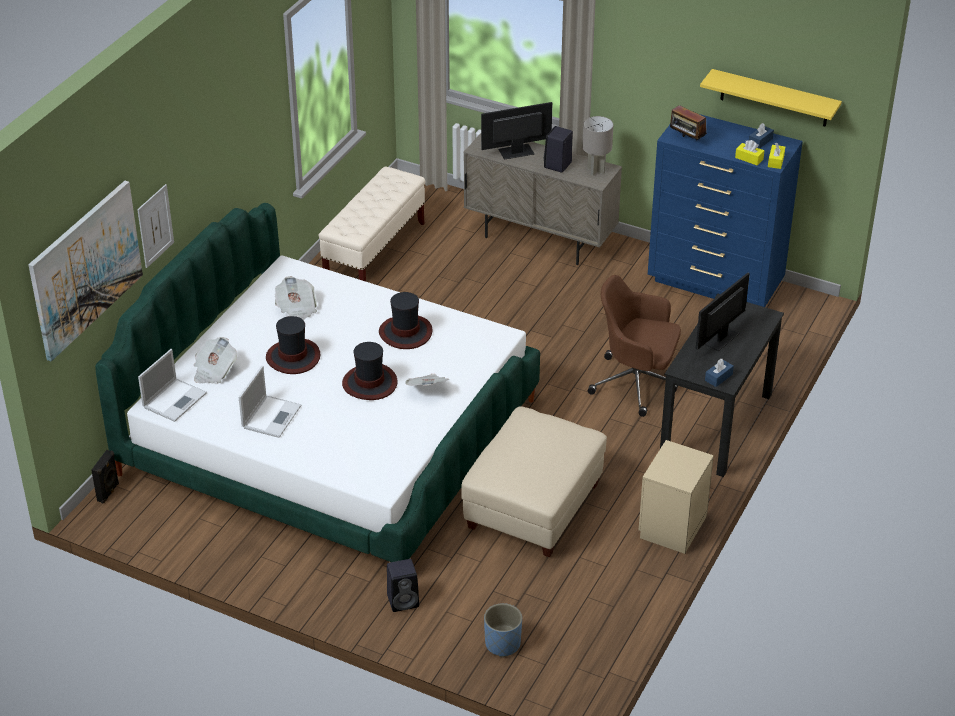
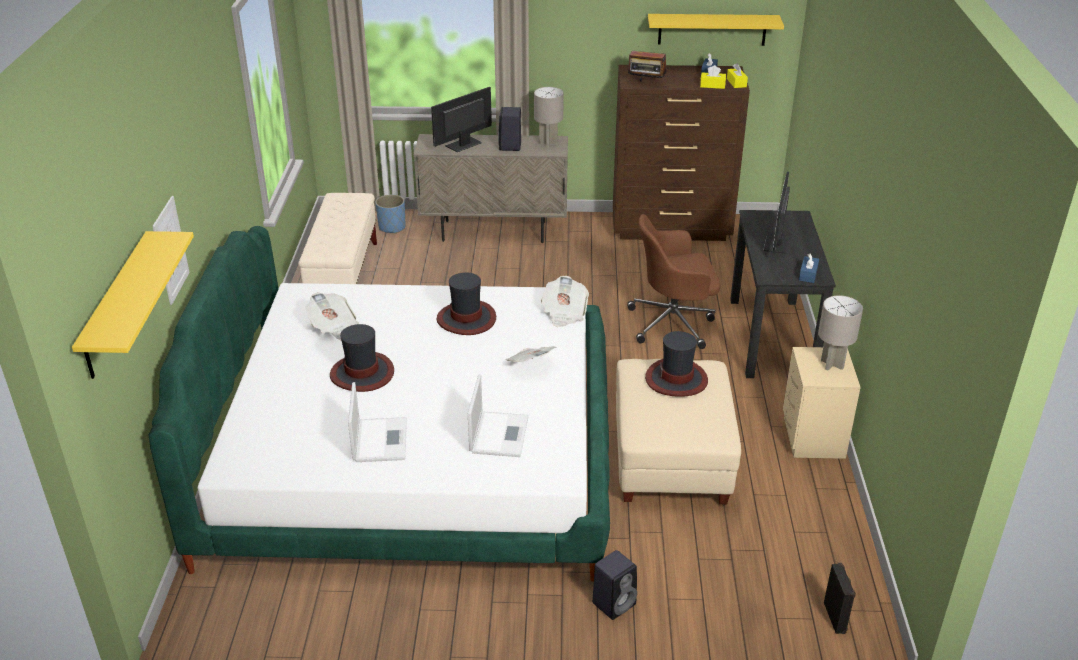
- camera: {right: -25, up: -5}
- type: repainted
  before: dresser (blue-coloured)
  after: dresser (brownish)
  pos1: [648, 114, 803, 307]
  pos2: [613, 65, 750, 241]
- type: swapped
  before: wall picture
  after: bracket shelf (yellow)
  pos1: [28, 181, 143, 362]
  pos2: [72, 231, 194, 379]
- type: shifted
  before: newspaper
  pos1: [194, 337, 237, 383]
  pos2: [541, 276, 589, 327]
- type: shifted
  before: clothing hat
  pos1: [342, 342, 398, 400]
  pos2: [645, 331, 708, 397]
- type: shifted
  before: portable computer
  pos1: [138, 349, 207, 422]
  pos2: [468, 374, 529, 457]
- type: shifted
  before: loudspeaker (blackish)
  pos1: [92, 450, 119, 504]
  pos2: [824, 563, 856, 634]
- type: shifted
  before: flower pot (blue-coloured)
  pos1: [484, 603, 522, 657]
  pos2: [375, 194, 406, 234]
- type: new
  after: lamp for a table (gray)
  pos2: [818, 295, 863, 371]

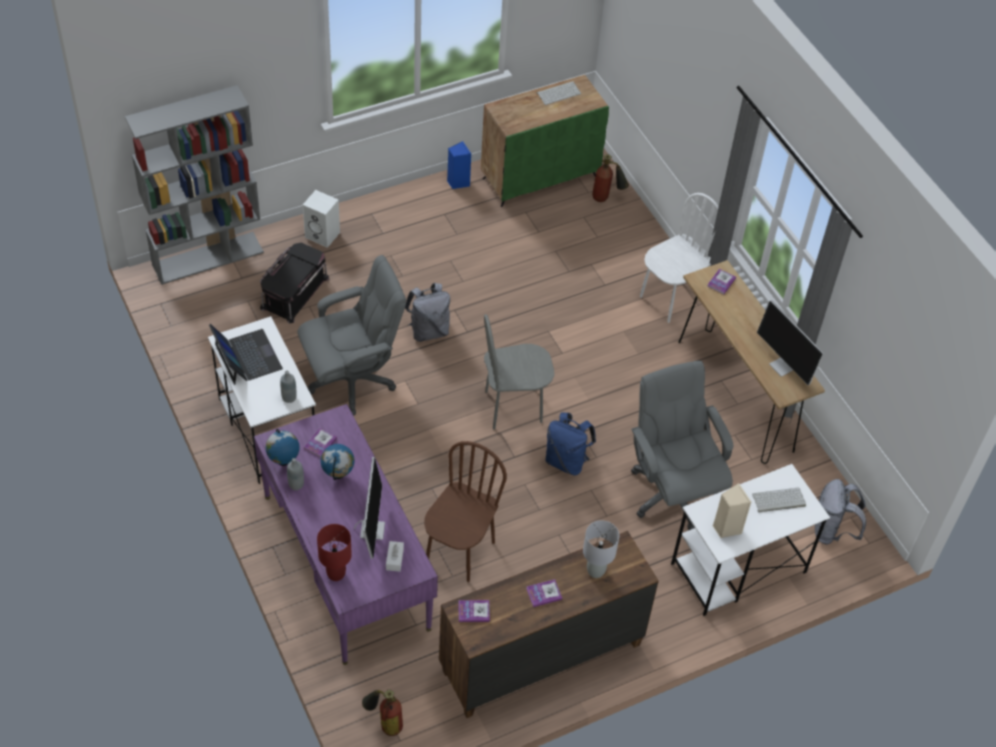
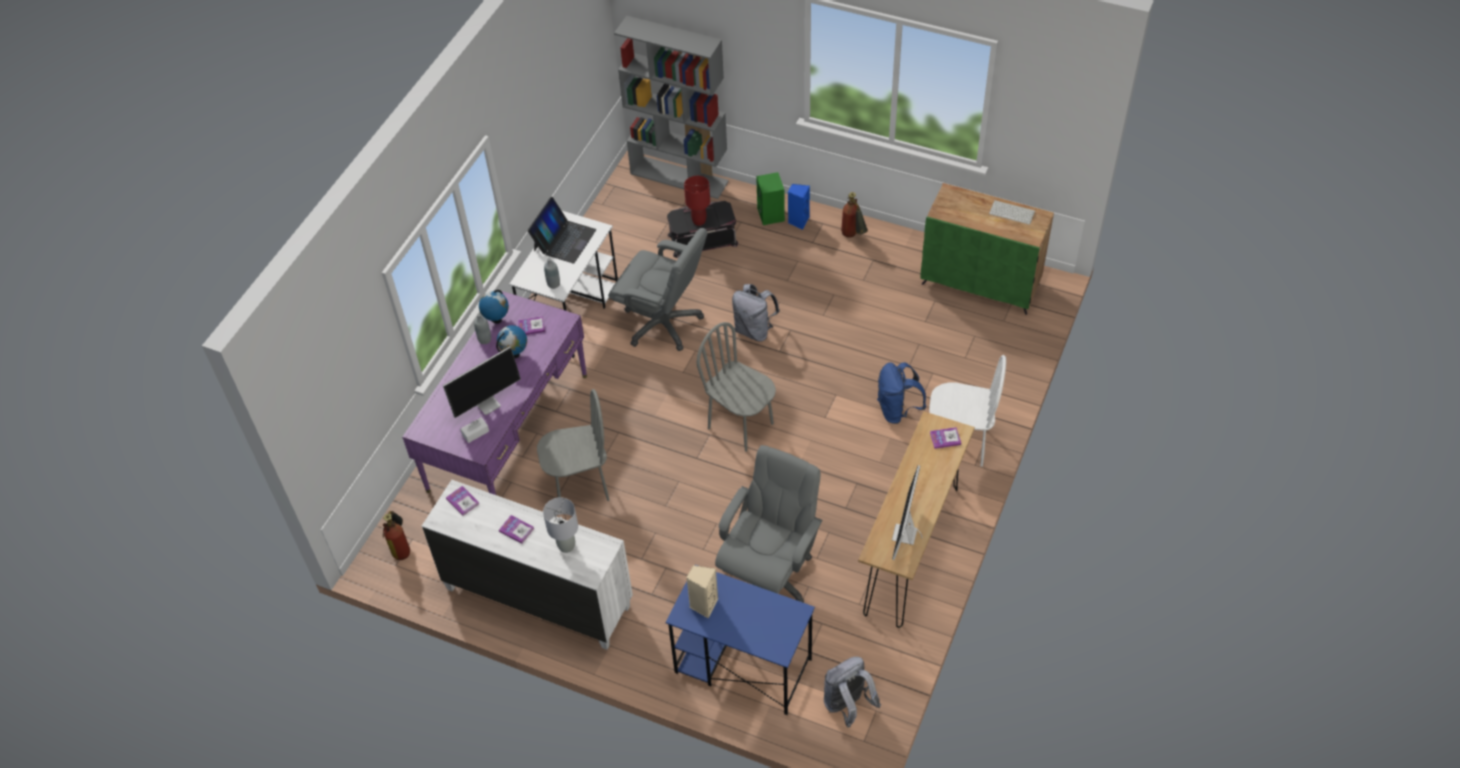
- camera: {right: 55, up: 0}
- type: shifted
  before: loudspeaker (blue-coloured)
  pos1: [447, 141, 471, 189]
  pos2: [788, 184, 810, 230]
- type: shifted
  before: fire extinguisher
  pos1: [592, 154, 629, 202]
  pos2: [841, 192, 868, 238]
- type: repainted
  before: loudspeaker (whitish)
  after: loudspeaker (green-coloured)
  pos1: [303, 190, 340, 248]
  pos2: [756, 172, 785, 225]
- type: shifted
  before: rucksack (blue-coloured)
  pos1: [545, 412, 596, 475]
  pos2: [877, 362, 926, 424]
- type: repainted
  before: chair (brownish)
  after: chair (gray)
  pos1: [424, 441, 507, 582]
  pos2: [537, 389, 609, 501]
- type: repainted
  before: desk (whitish)
  after: desk (blue-coloured)
  pos1: [671, 464, 830, 616]
  pos2: [666, 565, 815, 715]
- type: gone
  before: PC keyboard
  pos1: [752, 487, 806, 512]
- type: shifted
  before: lamp for a table (reddish)
  pos1: [317, 524, 352, 581]
  pos2: [684, 176, 710, 226]
- type: repainted
  before: dresser (brownish)
  after: dresser (whitish)
  pos1: [439, 531, 659, 718]
  pos2: [422, 480, 633, 650]

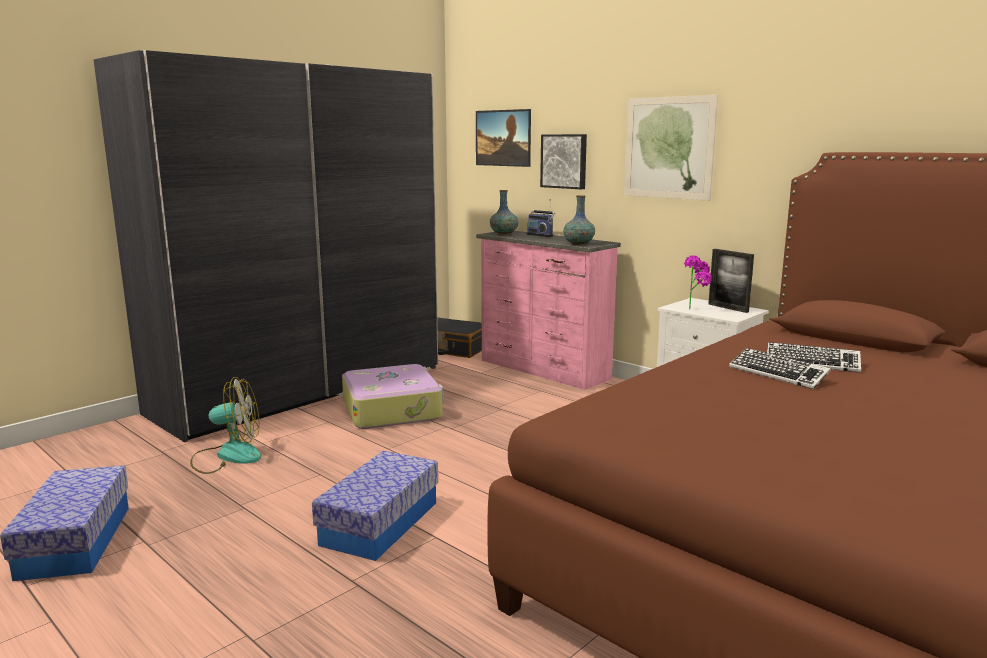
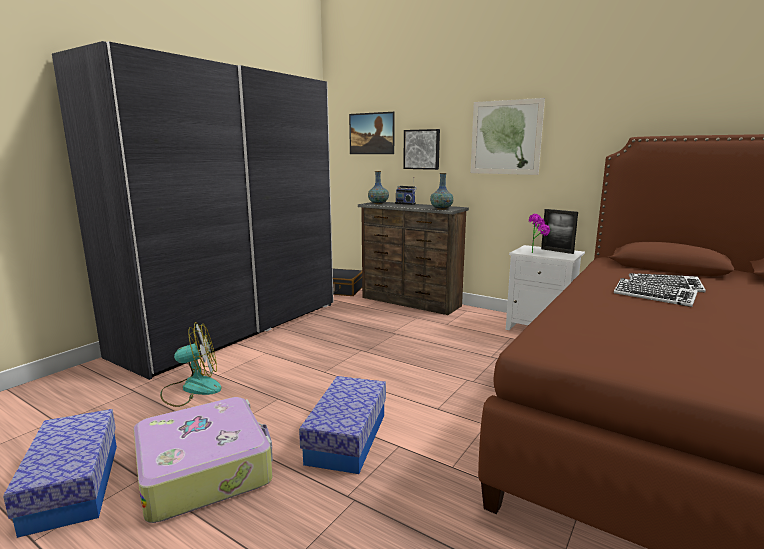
- camera: {right: -10, up: 0}
- type: repainted
  before: dresser (pink)
  after: dresser (brownish)
  pos1: [476, 231, 621, 390]
  pos2: [358, 202, 469, 315]
- type: shifted
  before: suitcase
  pos1: [342, 364, 443, 429]
  pos2: [133, 397, 273, 523]

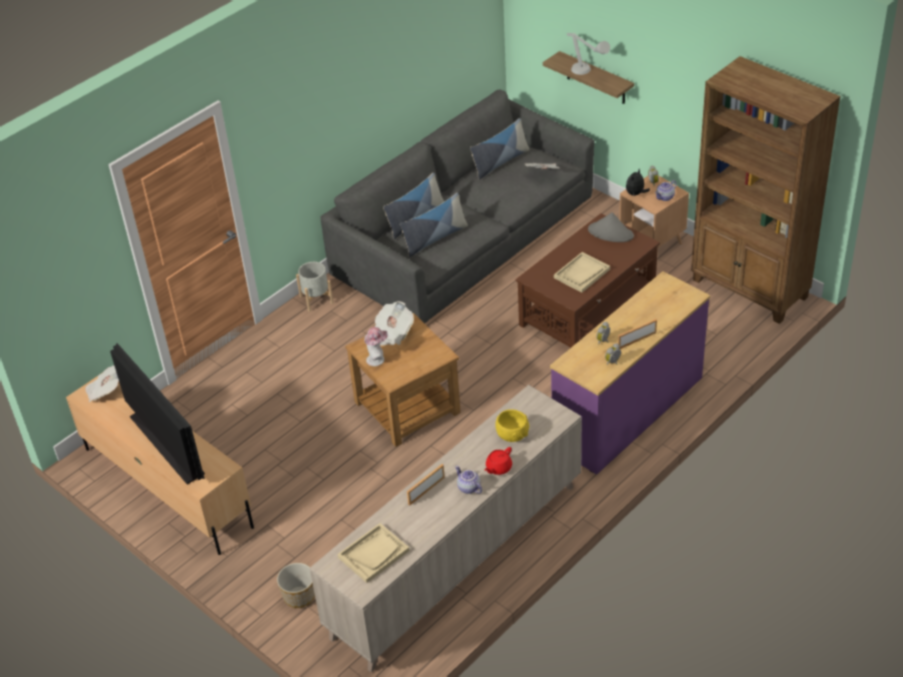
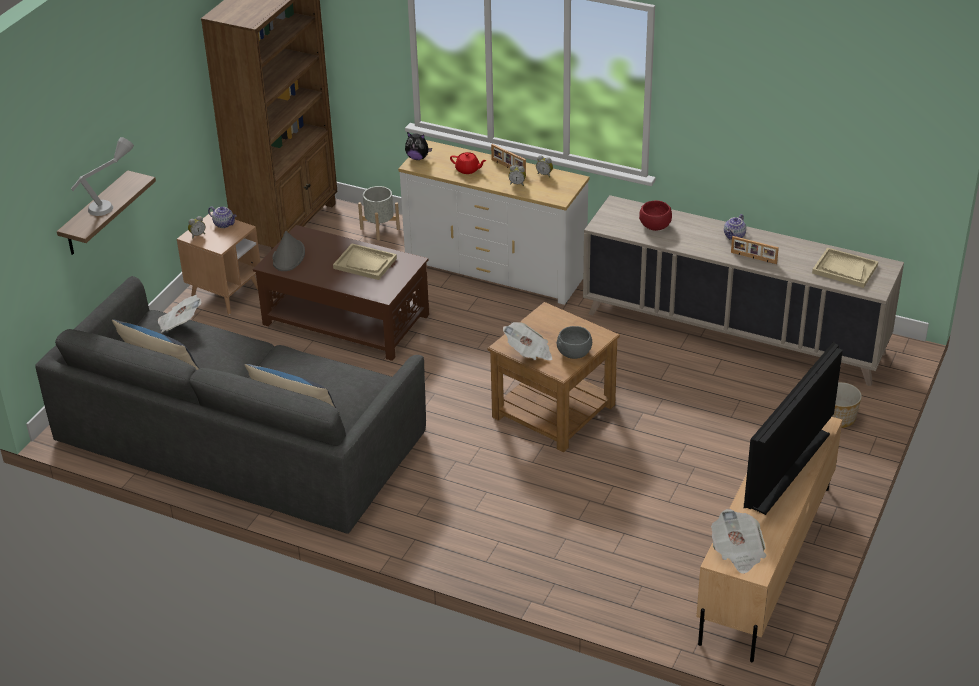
- camera: {right: -110, up: -5}
- type: shifted
  before: cuddly toy
  pos1: [626, 169, 650, 197]
  pos2: [405, 132, 432, 160]
- type: gone
  before: throw pillow
  pos1: [400, 193, 468, 257]
- type: shifted
  before: flower pot (gray)
  pos1: [296, 262, 333, 312]
  pos2: [358, 186, 400, 240]
- type: repainted
  before: dresser (purple)
  after: dresser (whitish)
  pos1: [550, 271, 710, 475]
  pos2: [398, 140, 589, 305]
- type: swapped
  before: clothing hat
  after: deep dish (gray)
  pos1: [364, 327, 388, 366]
  pos2: [557, 326, 592, 359]
- type: repainted
  before: deep dish (yellow)
  after: deep dish (reddish)
  pos1: [495, 409, 529, 442]
  pos2: [639, 200, 672, 231]
- type: shifted
  before: teapot (reddish)
  pos1: [485, 447, 512, 475]
  pos2: [450, 152, 487, 174]

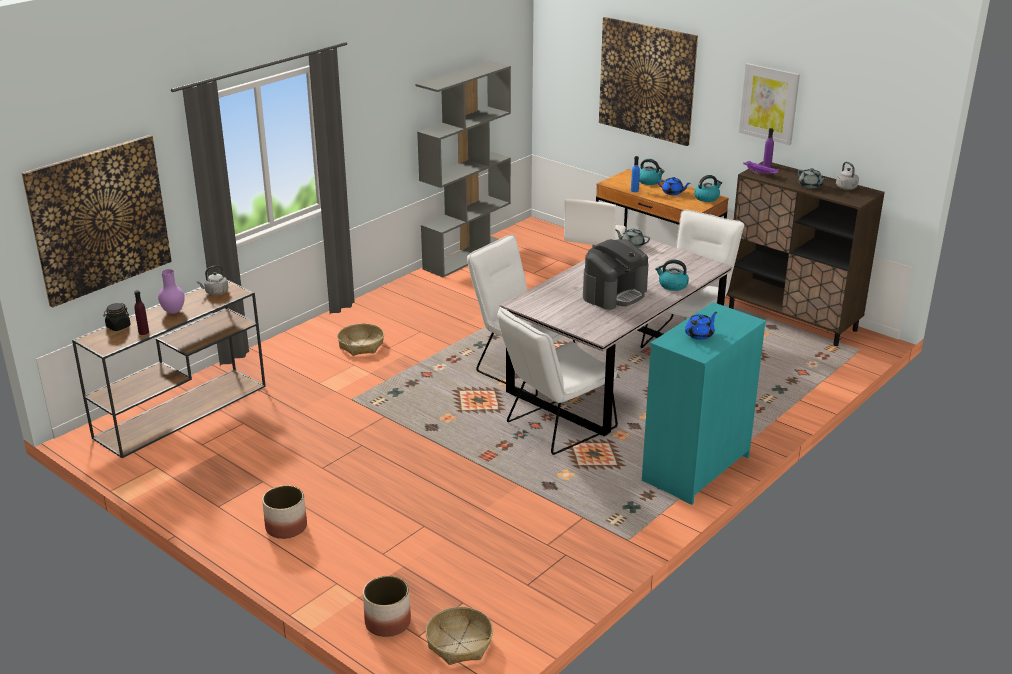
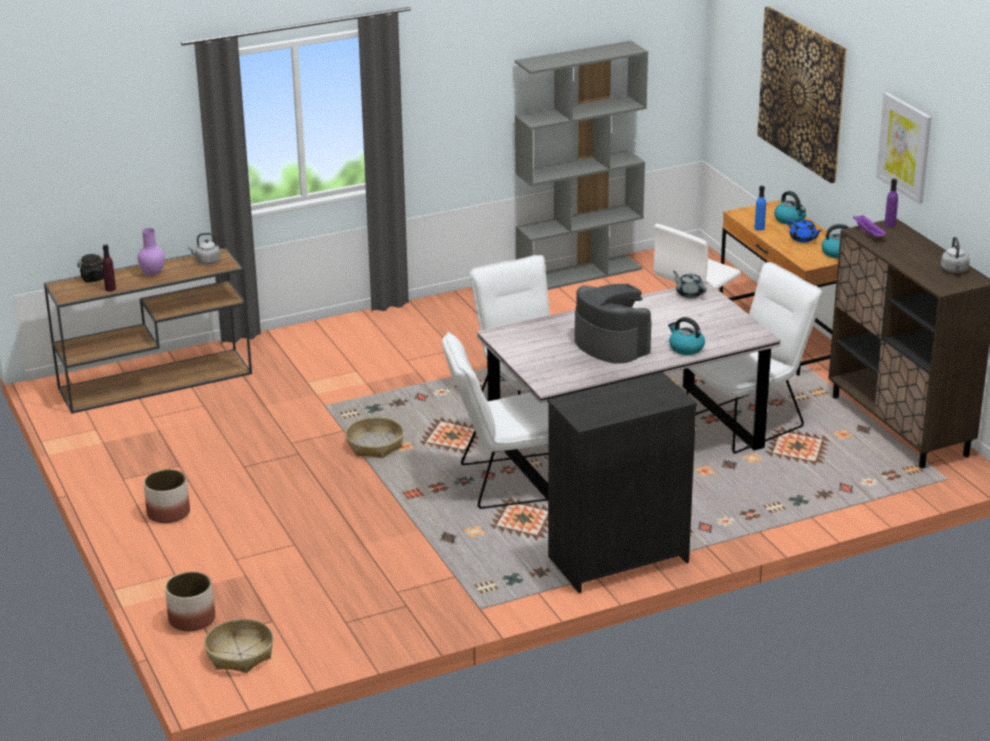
- camera: {right: 25, up: 0}
- type: gone
  before: wall picture
  pos1: [21, 135, 172, 308]
- type: gone
  before: teapot (gray)
  pos1: [798, 168, 827, 189]
- type: rotated
  before: coffee maker
  pos1: [583, 239, 649, 310]
  pos2: [574, 284, 651, 364]
  turn: -105
- type: repainted
  before: dresser (blue-green)
  after: dresser (blackish)
  pos1: [642, 302, 766, 505]
  pos2: [547, 372, 698, 593]
- type: gone
  before: teapot (blue-coloured)
  pos1: [685, 312, 717, 340]
- type: shifted
  before: household basket
  pos1: [337, 324, 384, 356]
  pos2: [345, 417, 404, 458]

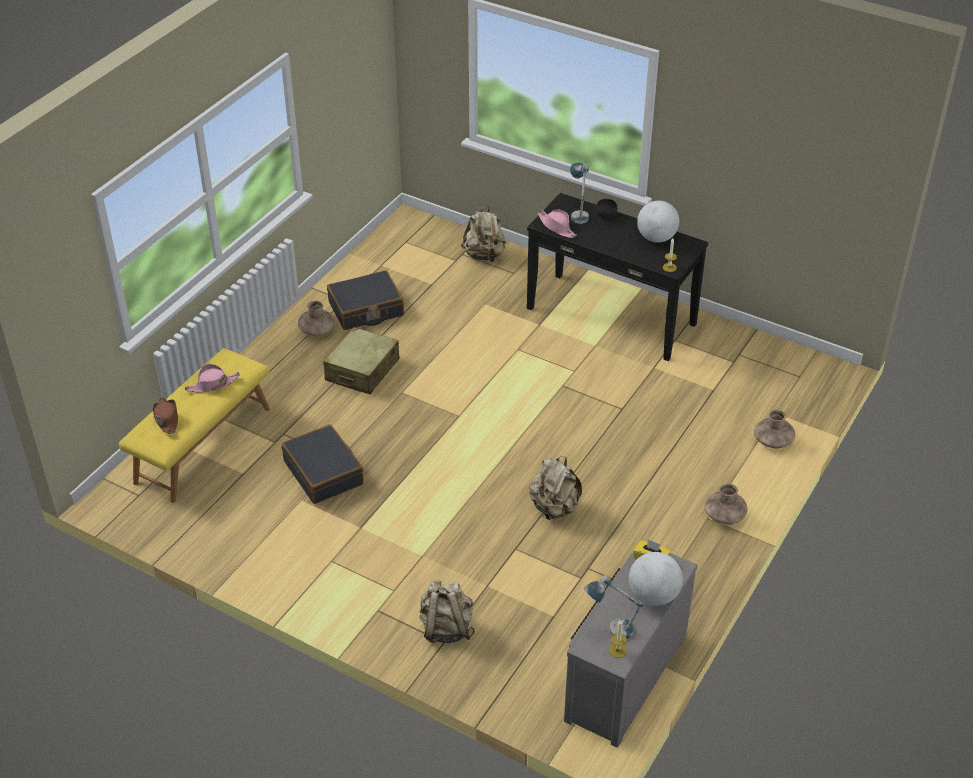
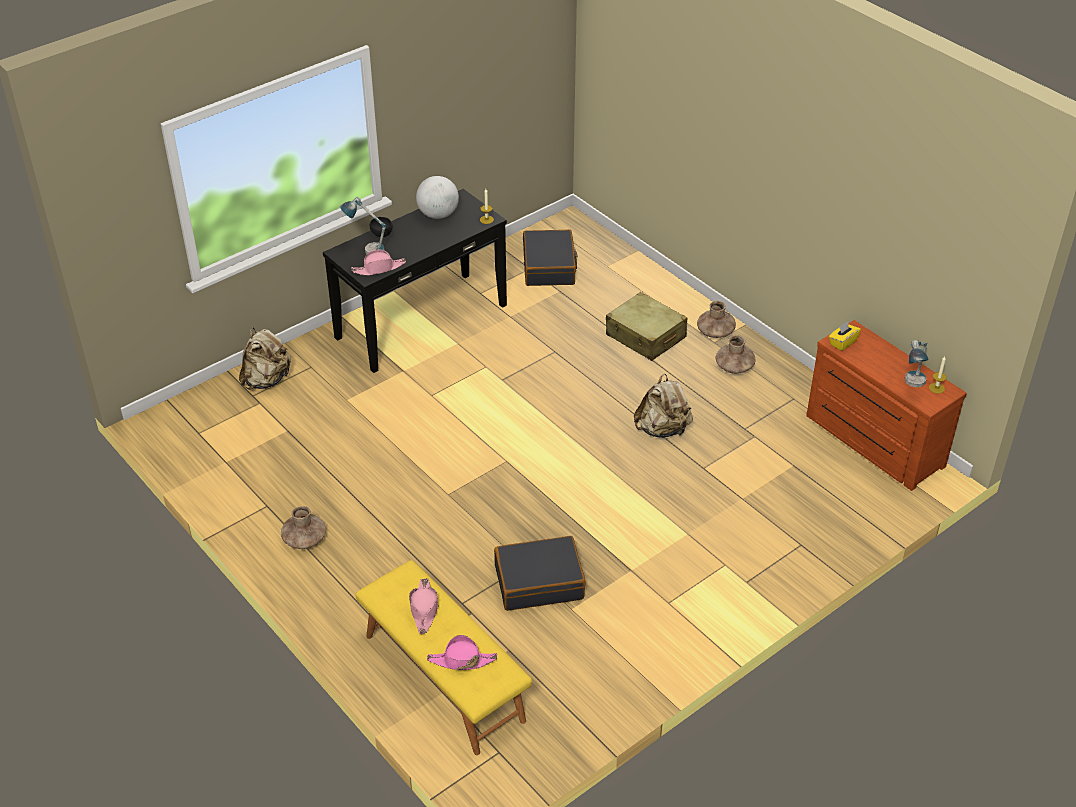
- camera: {right: -70, up: 0}
- type: shifted
  before: suitcase (blackish)
  pos1: [327, 271, 404, 330]
  pos2: [523, 229, 578, 286]
- type: shifted
  before: suitcase (beige)
  pos1: [323, 327, 400, 394]
  pos2: [606, 292, 687, 361]
- type: repainted
  before: clothing hat (brownish)
  after: clothing hat (pink)
  pos1: [152, 397, 178, 434]
  pos2: [427, 635, 497, 670]
- type: shifted
  before: decorative vase (brownish)
  pos1: [754, 409, 795, 448]
  pos2: [716, 335, 755, 374]
- type: gone
  before: desk globe
  pos1: [629, 552, 683, 606]
- type: repainted
  before: dresser (gray)
  after: dresser (brownish)
  pos1: [564, 553, 698, 747]
  pos2: [806, 320, 967, 491]
- type: gone
  before: rucksack (beige)
  pos1: [419, 580, 475, 643]

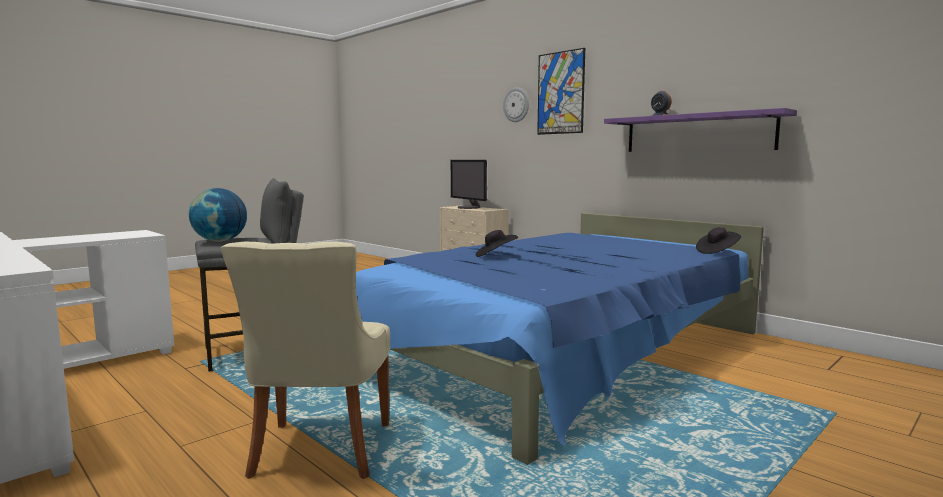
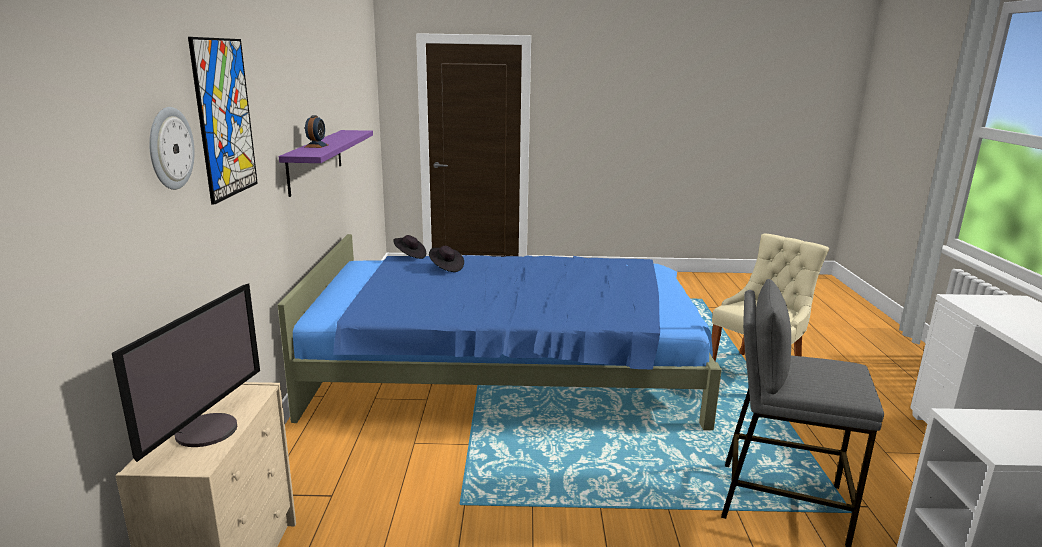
- camera: {right: -135, up: 10}
- type: gone
  before: desk globe
  pos1: [189, 188, 247, 242]
- type: shifted
  before: clothing hat (blackish)
  pos1: [476, 230, 518, 257]
  pos2: [429, 246, 464, 272]

